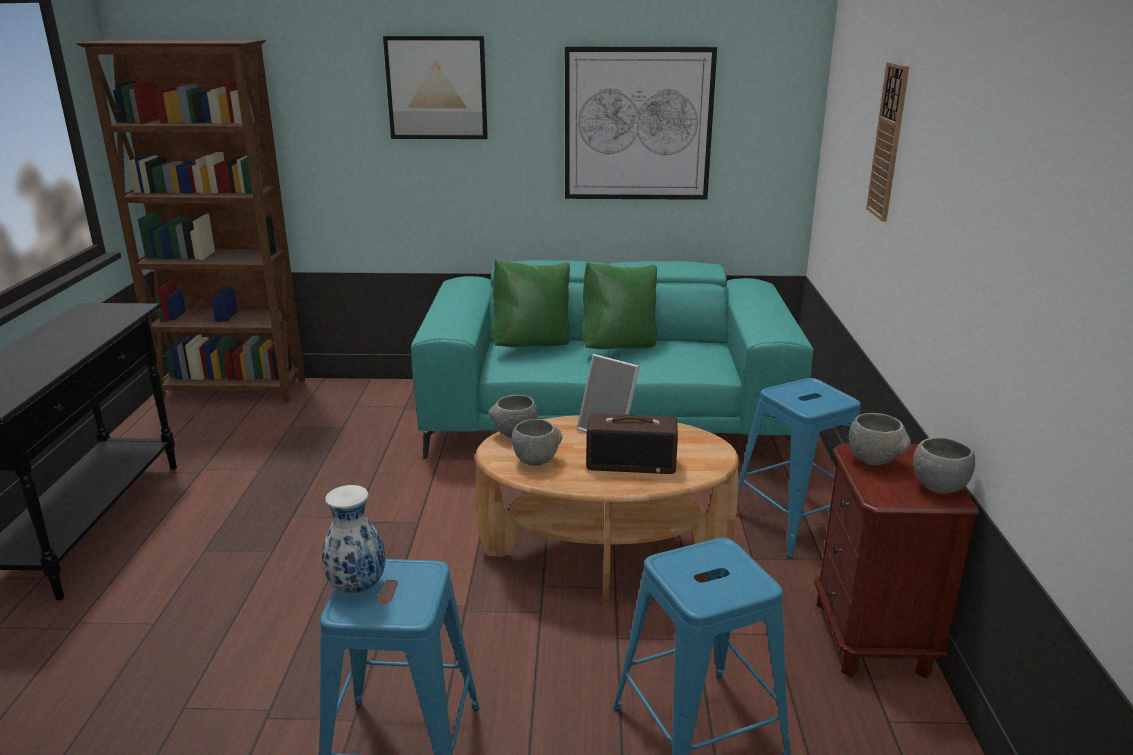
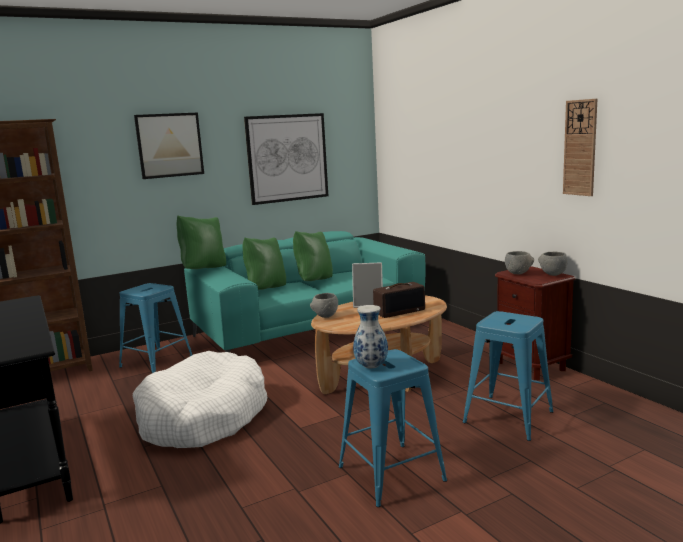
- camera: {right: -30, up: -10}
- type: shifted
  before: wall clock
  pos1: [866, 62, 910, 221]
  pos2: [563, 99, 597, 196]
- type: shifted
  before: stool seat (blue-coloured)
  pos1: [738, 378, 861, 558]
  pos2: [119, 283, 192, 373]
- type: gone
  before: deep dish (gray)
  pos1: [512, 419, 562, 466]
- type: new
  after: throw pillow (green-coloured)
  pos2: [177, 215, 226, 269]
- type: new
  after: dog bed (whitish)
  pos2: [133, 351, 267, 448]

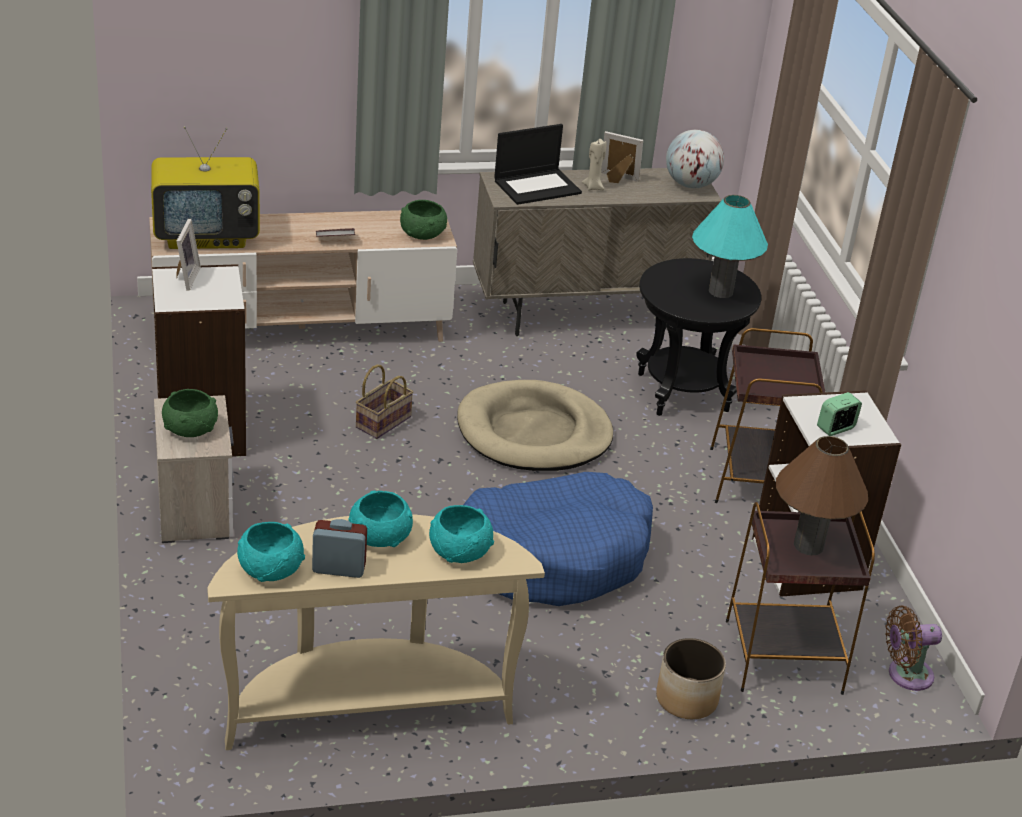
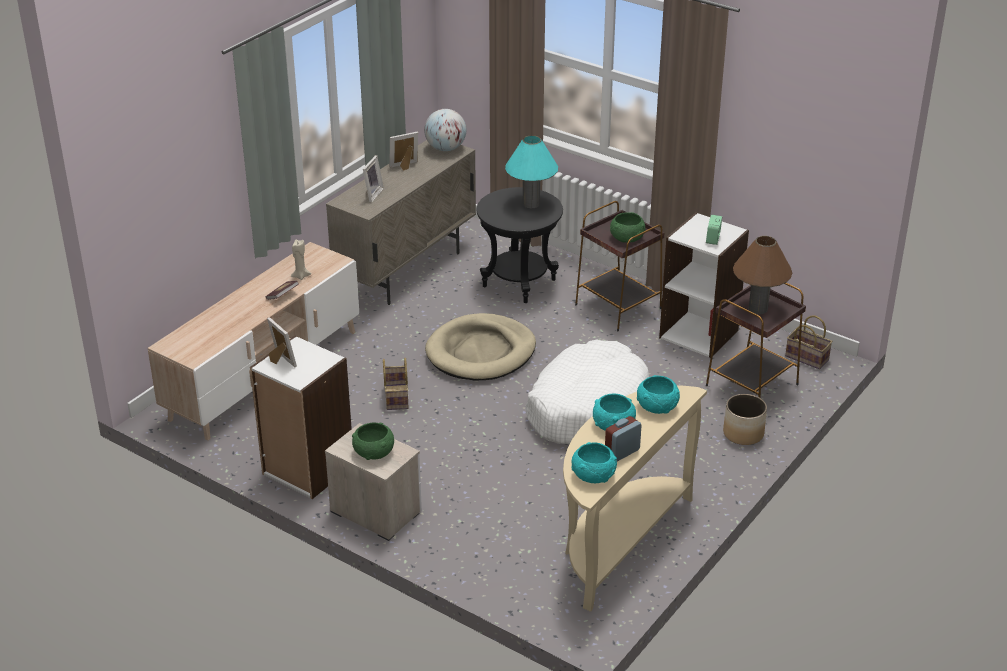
- camera: {right: -40, up: 0}
- type: swapped
  before: portable computer
  after: standing frame
  pos1: [494, 124, 582, 205]
  pos2: [363, 155, 384, 203]
- type: gone
  before: TV
  pos1: [151, 126, 260, 249]
- type: shifted
  before: wax candle (beige)
  pos1: [582, 139, 607, 191]
  pos2: [291, 240, 311, 280]
- type: shifted
  before: deep dish (green-coloured)
  pos1: [400, 200, 447, 240]
  pos2: [610, 212, 645, 243]
- type: repainted
  before: dog bed (blue-coloured)
  after: dog bed (whitish)
  pos1: [463, 472, 653, 606]
  pos2: [526, 340, 649, 444]
- type: swapped
  before: fan (brownish)
  after: household basket
  pos1: [885, 606, 942, 691]
  pos2: [785, 315, 833, 369]

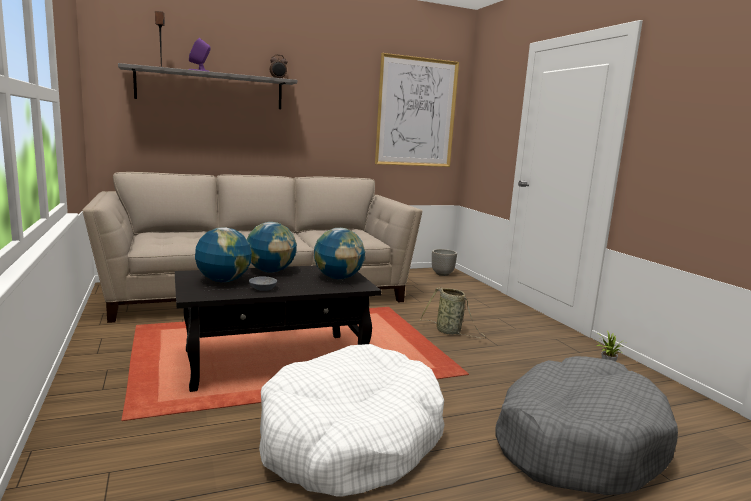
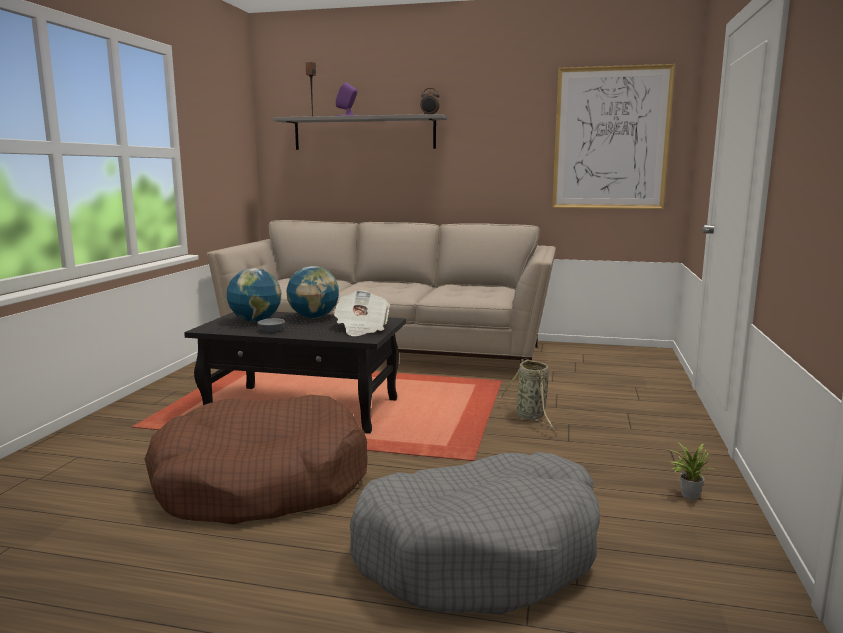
- camera: {right: 35, up: 0}
- type: swapped
  before: desk globe
  after: newspaper
  pos1: [314, 228, 365, 279]
  pos2: [333, 290, 390, 336]
- type: gone
  before: flower pot
  pos1: [432, 249, 457, 276]
- type: repainted
  before: dog bed (whitish)
  after: dog bed (brownish)
  pos1: [259, 344, 445, 497]
  pos2: [144, 395, 368, 525]

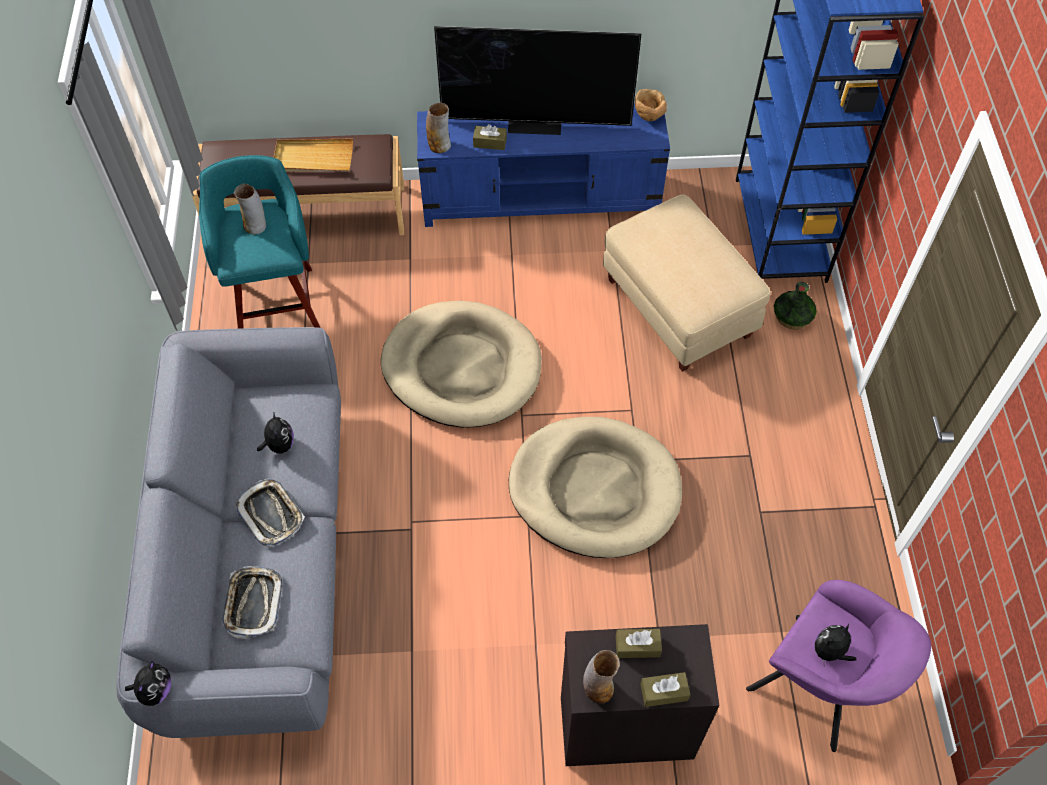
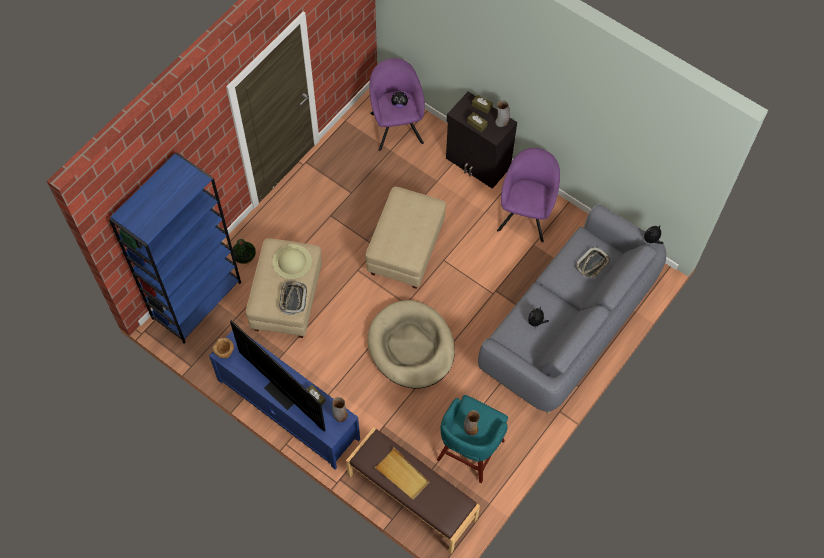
- camera: {right: -140, up: 5}
- type: swapped
  before: dog bed (beige)
  after: ottoman (beige)
  pos1: [509, 417, 682, 558]
  pos2: [365, 187, 446, 289]
- type: shifted
  before: carrying tray
  pos1: [235, 479, 305, 547]
  pos2: [279, 281, 307, 315]
- type: new
  after: lounge chair (purple)
  pos2: [497, 148, 560, 242]
- type: new
  after: clothing hat (beige)
  pos2: [272, 244, 312, 279]

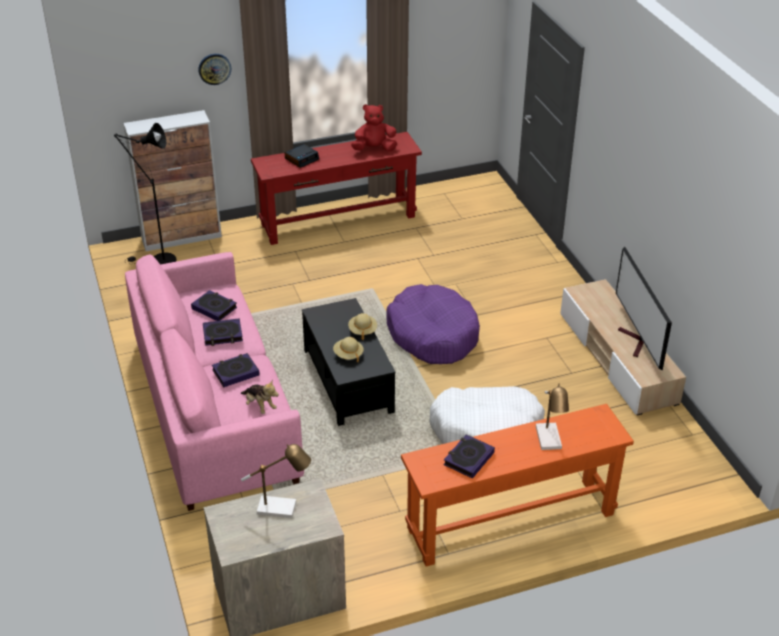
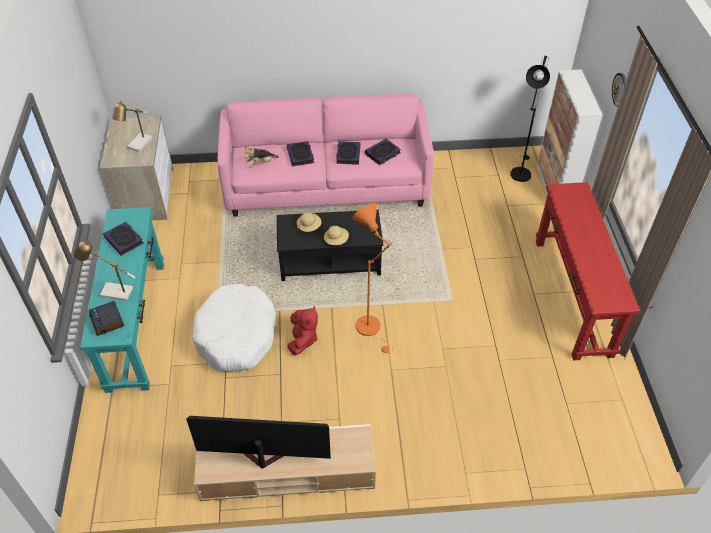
- camera: {right: 105, up: 10}
- type: shifted
  before: cuddly toy (reddish)
  pos1: [351, 104, 397, 151]
  pos2: [287, 305, 318, 355]
- type: shifted
  before: alarm clock
  pos1: [285, 144, 319, 168]
  pos2: [89, 301, 124, 336]
- type: swapped
  before: dog bed (purple)
  after: floor lamp (orange)
  pos1: [386, 284, 480, 364]
  pos2: [352, 203, 393, 353]
- type: repainted
  before: hall table (orange)
  after: hall table (blue-green)
  pos1: [401, 404, 634, 567]
  pos2: [80, 207, 164, 393]

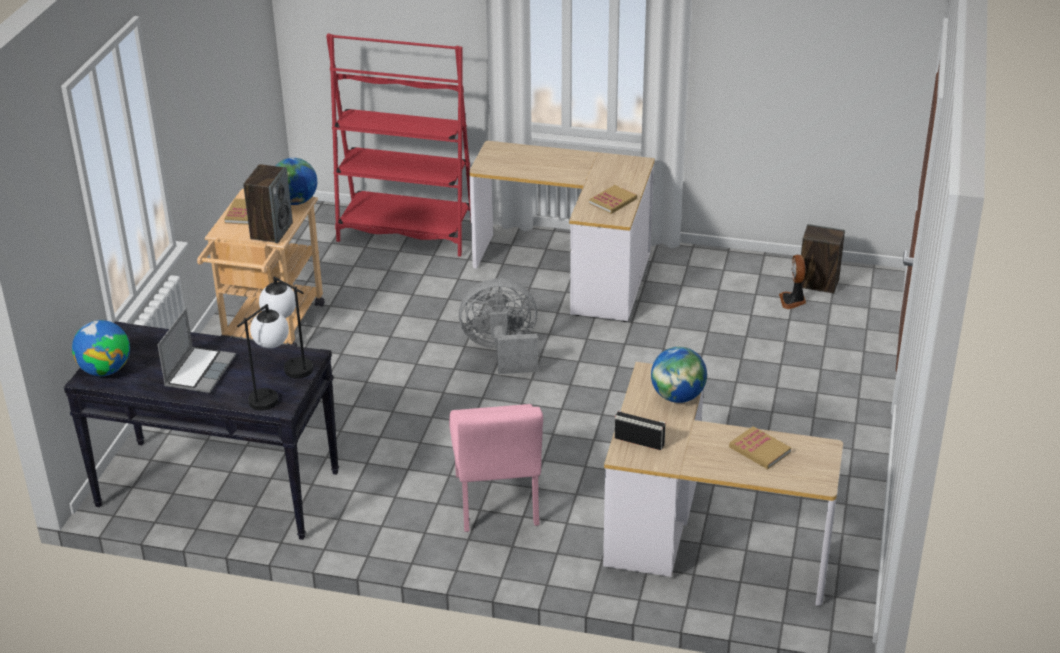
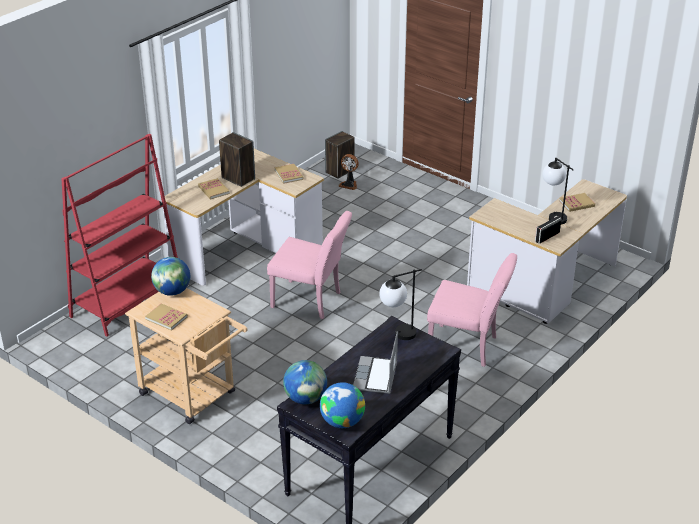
- camera: {right: -65, up: 0}
- type: shifted
  before: loudspeaker
  pos1: [243, 164, 293, 243]
  pos2: [219, 132, 255, 187]
- type: swapped
  before: fan (gray)
  after: chair (pink)
  pos1: [459, 279, 538, 374]
  pos2: [267, 211, 352, 319]
- type: shifted
  before: lamp for a table
  pos1: [237, 304, 289, 411]
  pos2: [542, 158, 574, 224]
- type: rotated
  before: portable computer
  pos1: [158, 308, 236, 393]
  pos2: [353, 331, 398, 394]
  turn: -120
- type: shifted
  before: desk globe
  pos1: [651, 347, 707, 403]
  pos2: [283, 360, 327, 404]
- type: new
  after: volume
  pos2: [198, 178, 230, 200]

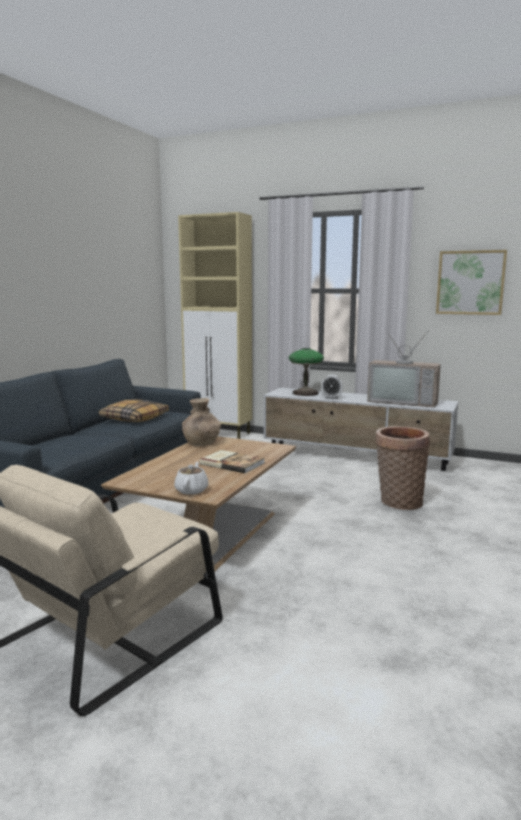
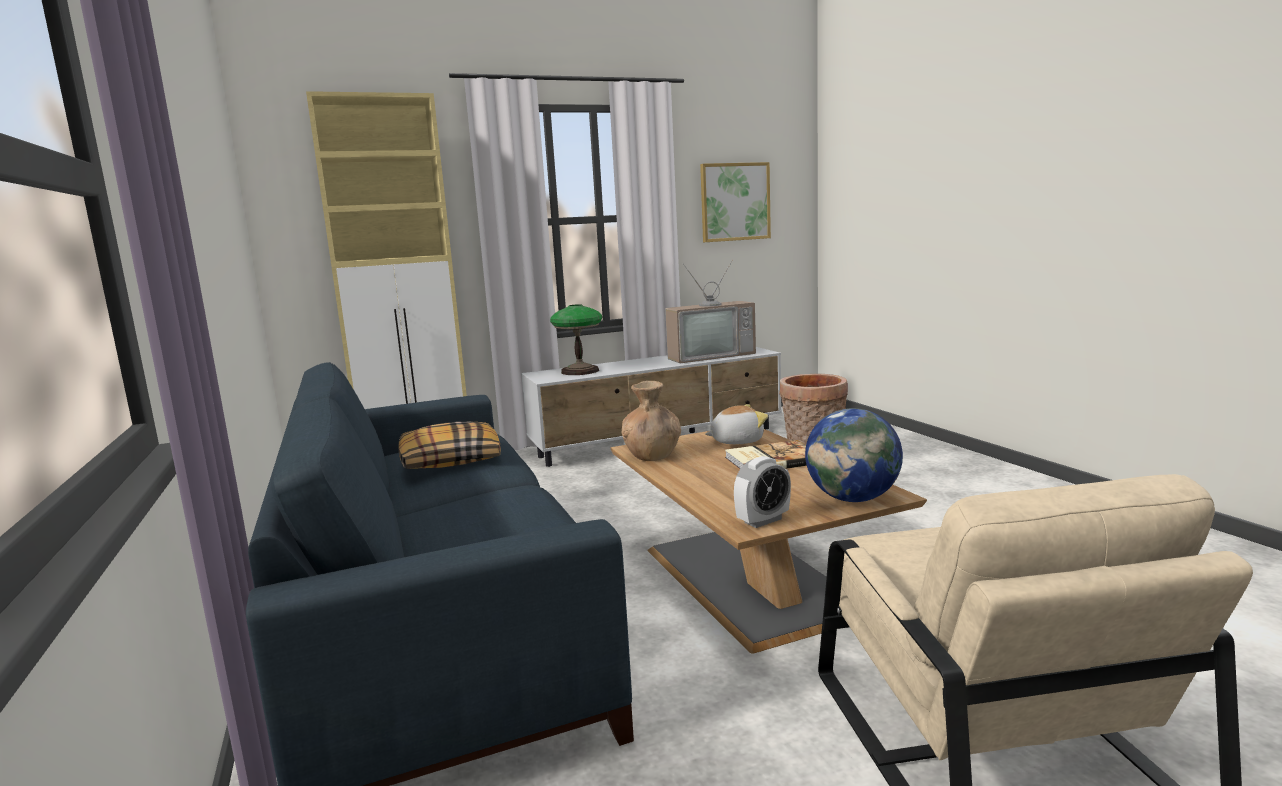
- camera: {right: -45, up: 0}
- type: shifted
  before: alarm clock
  pos1: [321, 375, 343, 399]
  pos2: [734, 456, 791, 528]
- type: swapped
  before: teapot (whitish)
  after: desk globe
  pos1: [174, 462, 208, 495]
  pos2: [805, 408, 903, 502]
- type: new
  after: cuddly toy
  pos2: [705, 404, 768, 444]

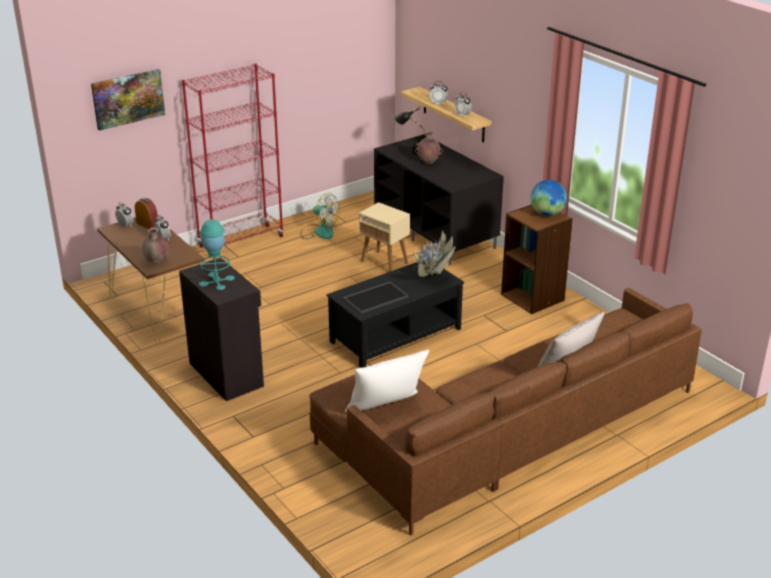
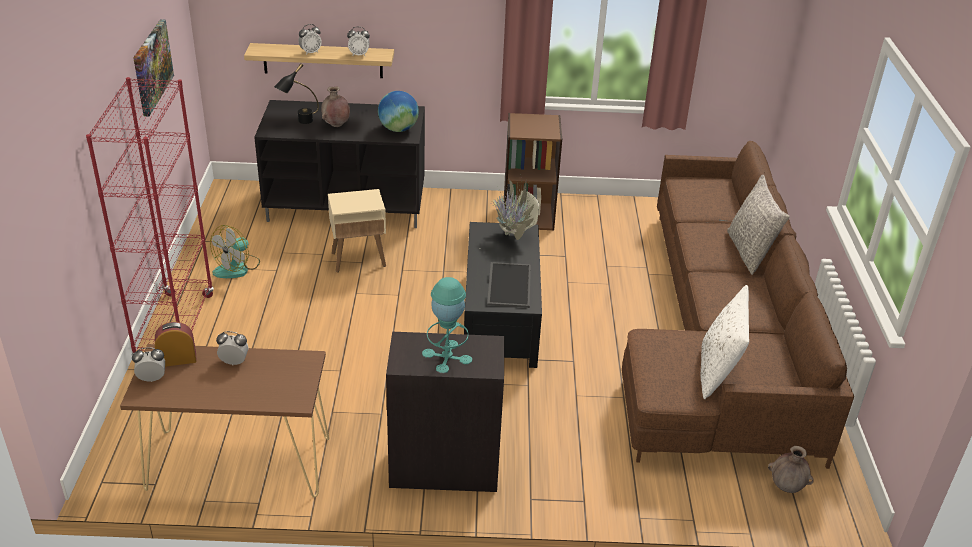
- camera: {right: -55, up: 5}
- type: shifted
  before: wall picture
  pos1: [91, 69, 165, 131]
  pos2: [133, 19, 174, 116]
- type: shifted
  before: desk globe
  pos1: [530, 180, 567, 216]
  pos2: [378, 91, 419, 132]
- type: rotated
  before: fan
  pos1: [300, 193, 340, 239]
  pos2: [210, 225, 260, 278]
  turn: 150
- type: shifted
  before: decorative vase (brownish)
  pos1: [142, 227, 169, 265]
  pos2: [768, 446, 814, 493]

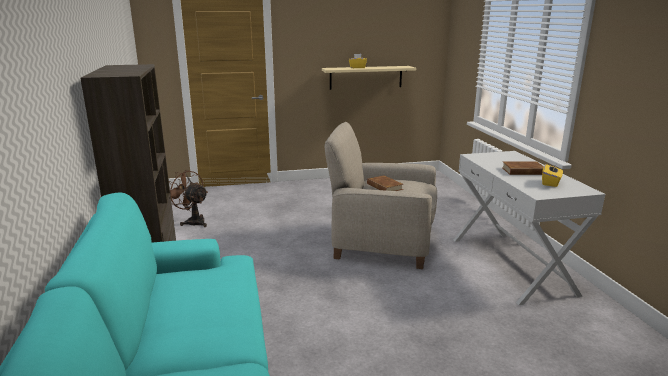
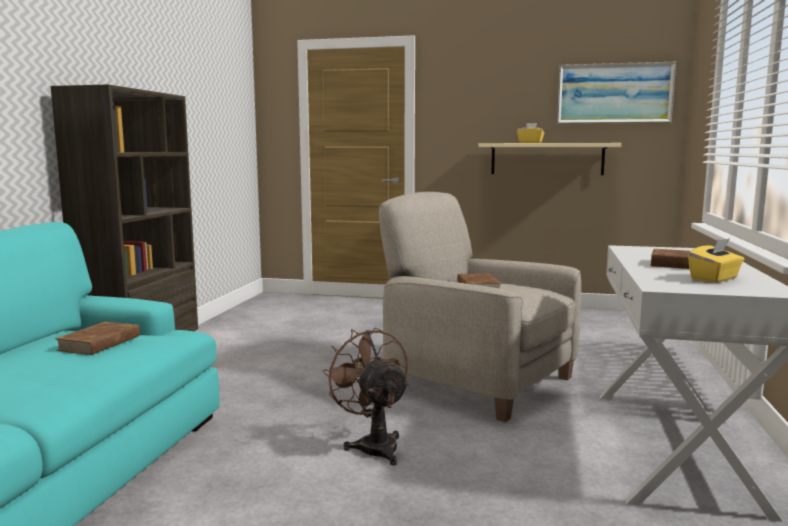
- camera: {right: 25, up: -10}
- type: shifted
  before: fan (brownish)
  pos1: [169, 170, 208, 227]
  pos2: [322, 327, 409, 465]
- type: new
  after: wall picture
  pos2: [557, 62, 676, 124]
- type: new
  after: volume (brownish)
  pos2: [55, 321, 141, 355]

